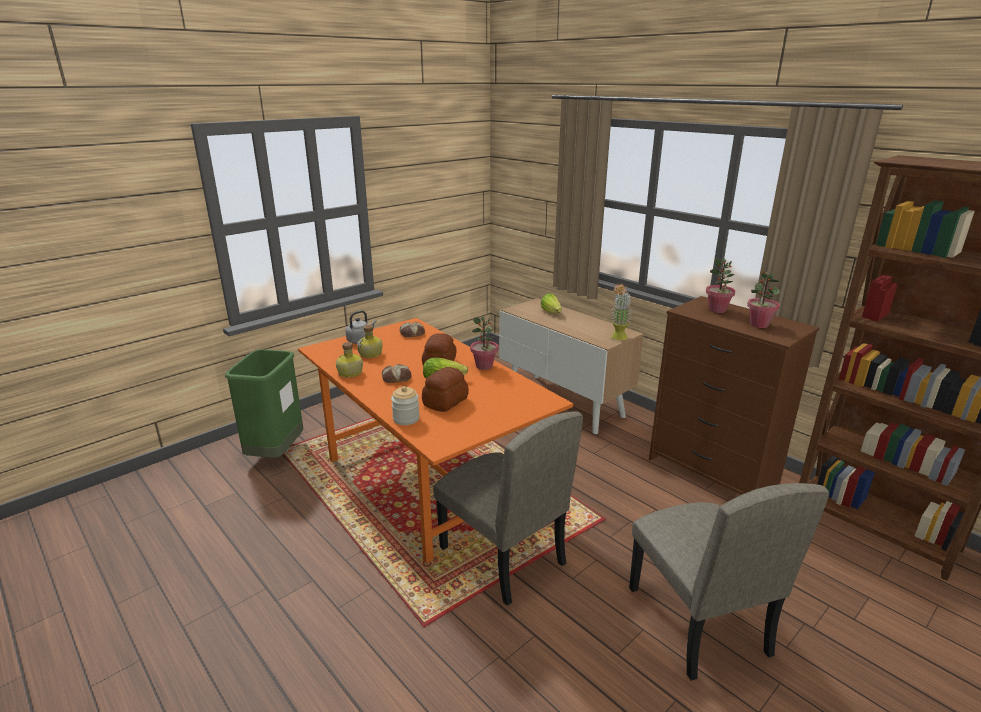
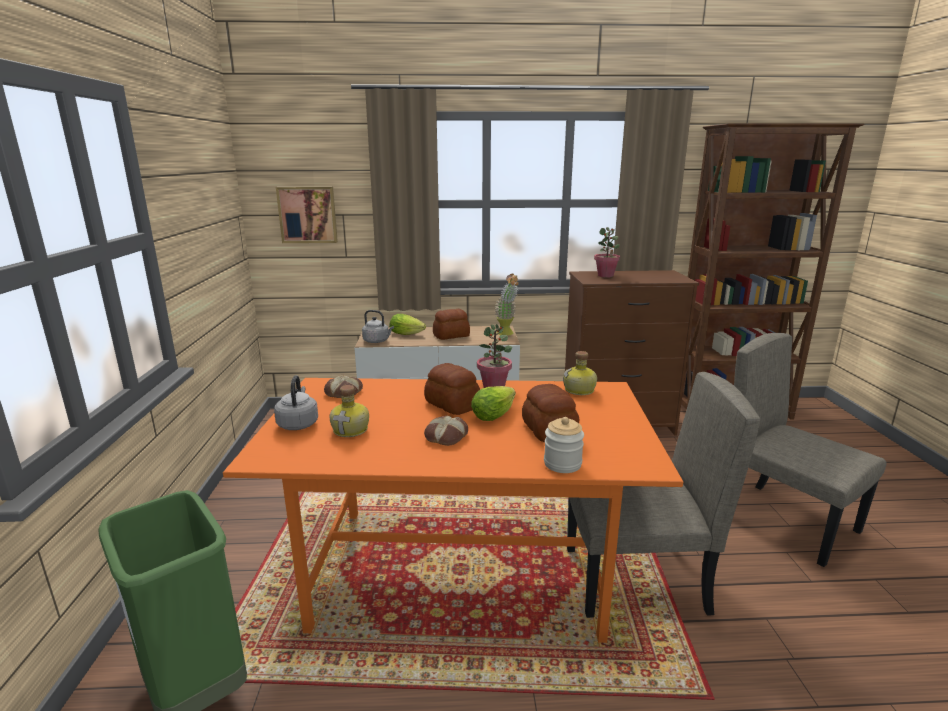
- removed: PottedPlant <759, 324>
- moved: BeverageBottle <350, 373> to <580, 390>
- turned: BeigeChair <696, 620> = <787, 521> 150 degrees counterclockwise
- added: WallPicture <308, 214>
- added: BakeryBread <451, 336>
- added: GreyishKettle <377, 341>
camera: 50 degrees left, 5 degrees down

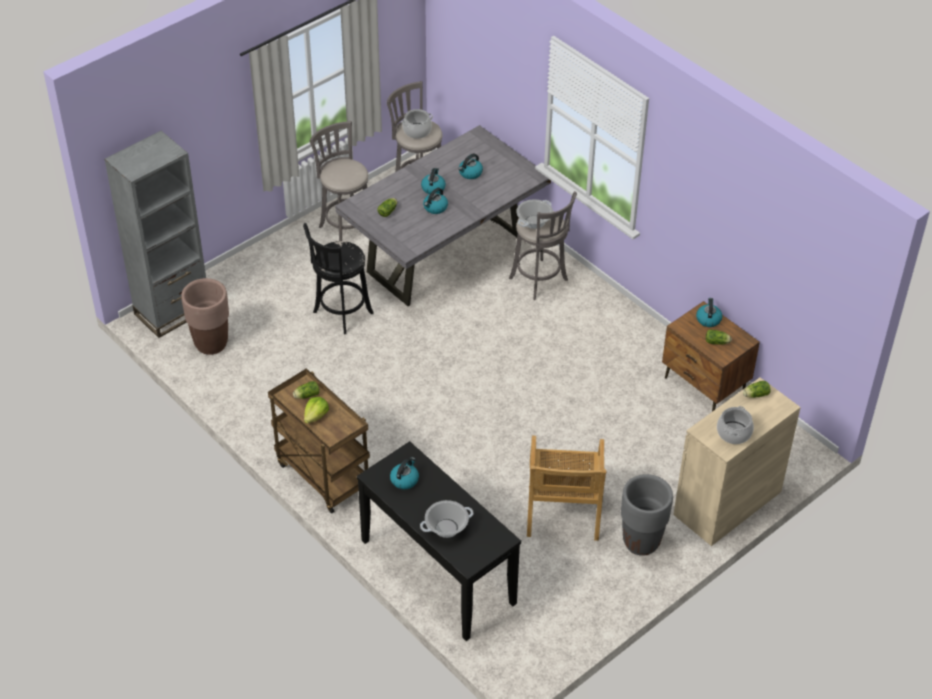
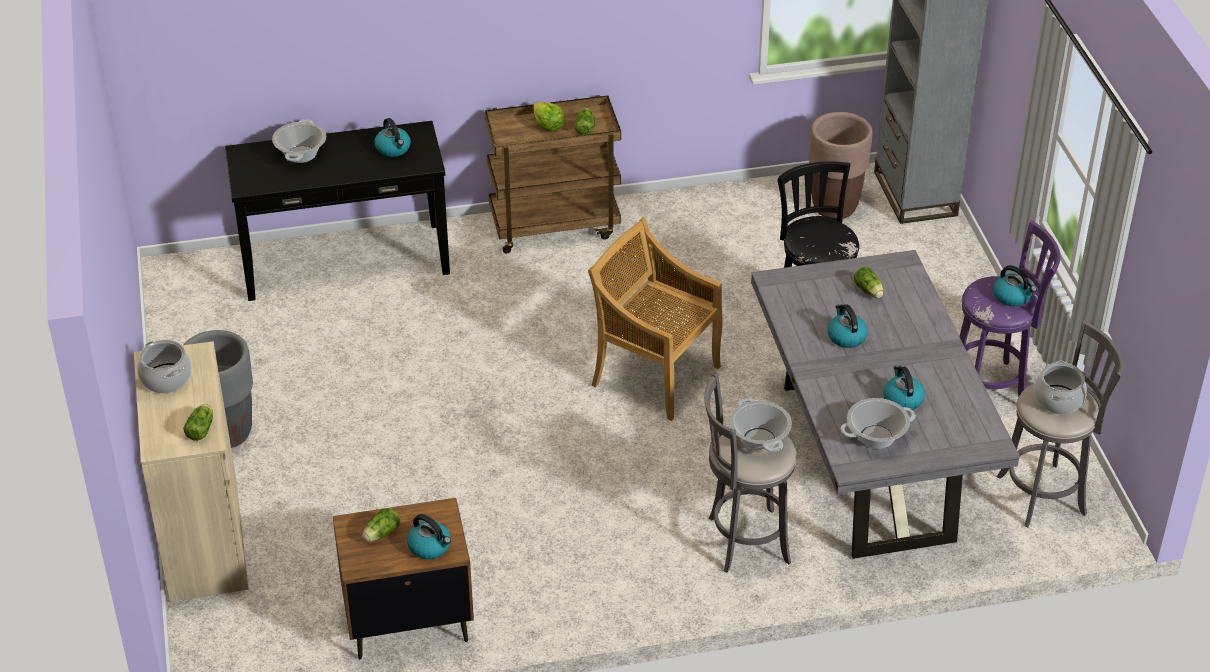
- recoloured: GreyishStoolSeat <345, 227> to PurpleColouredStoolSeat <992, 387>
- moved: Kettle <433, 188> to <1012, 297>
- moved: BeigeChair <563, 513> to <654, 375>
- added: Stockpot <876, 437>
camera: 120 degrees right, 5 degrees down

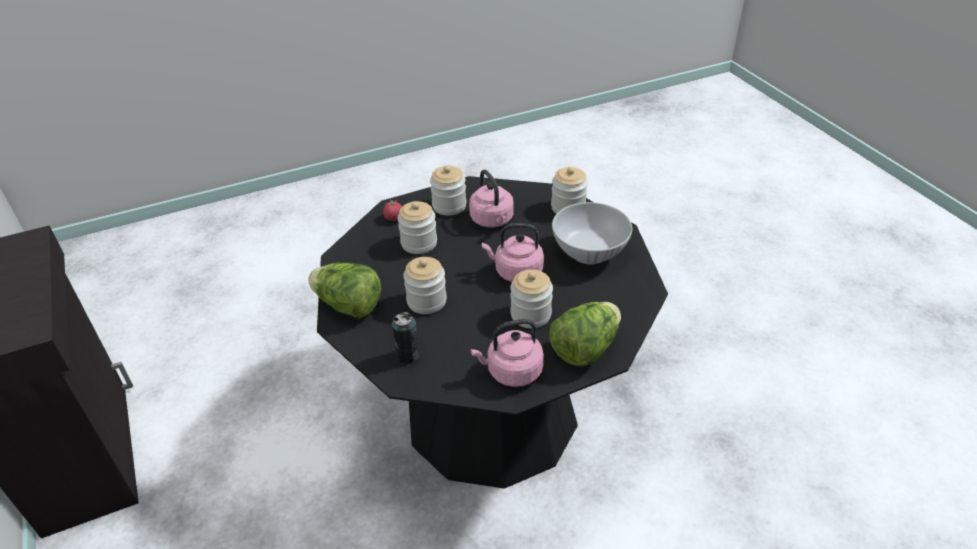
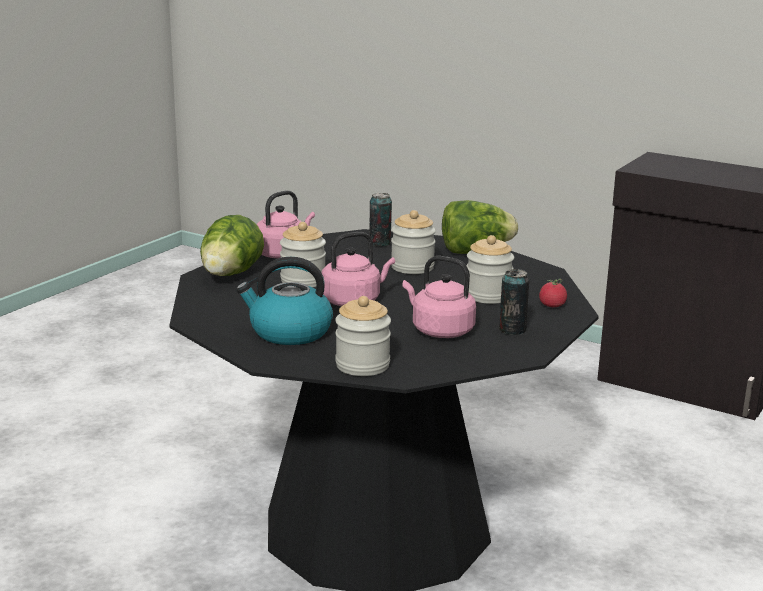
- replaced: PreserveJar <449, 206> to Can <512, 330>
- replaced: WhiteServingBowl <589, 252> to Kettle <289, 332>
camera: 145 degrees right, 20 degrees down

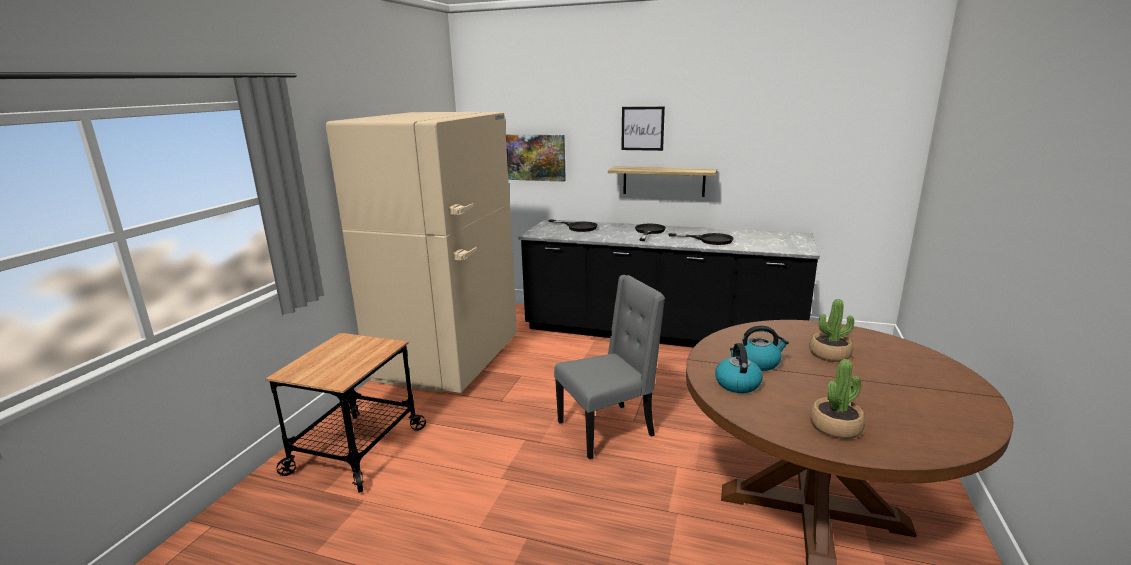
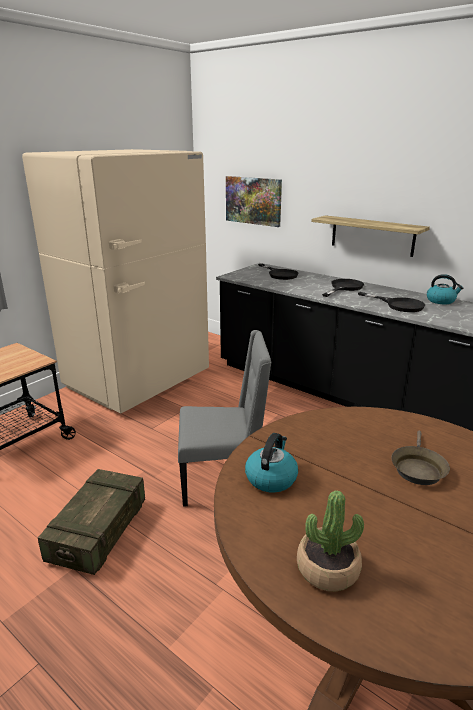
- removed: WallPicture <642, 128>
- replaced: PottedPlant <829, 354> to BrownishFryingPan <417, 468>
- moved: Kettle <759, 363> to <441, 301>
- added: PackingCrate <99, 532>
camera: 20 degrees right, 5 degrees up

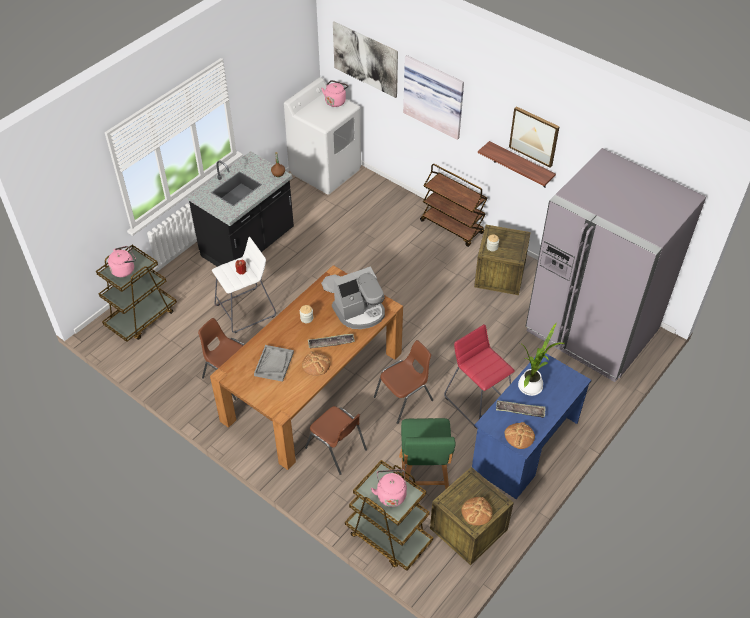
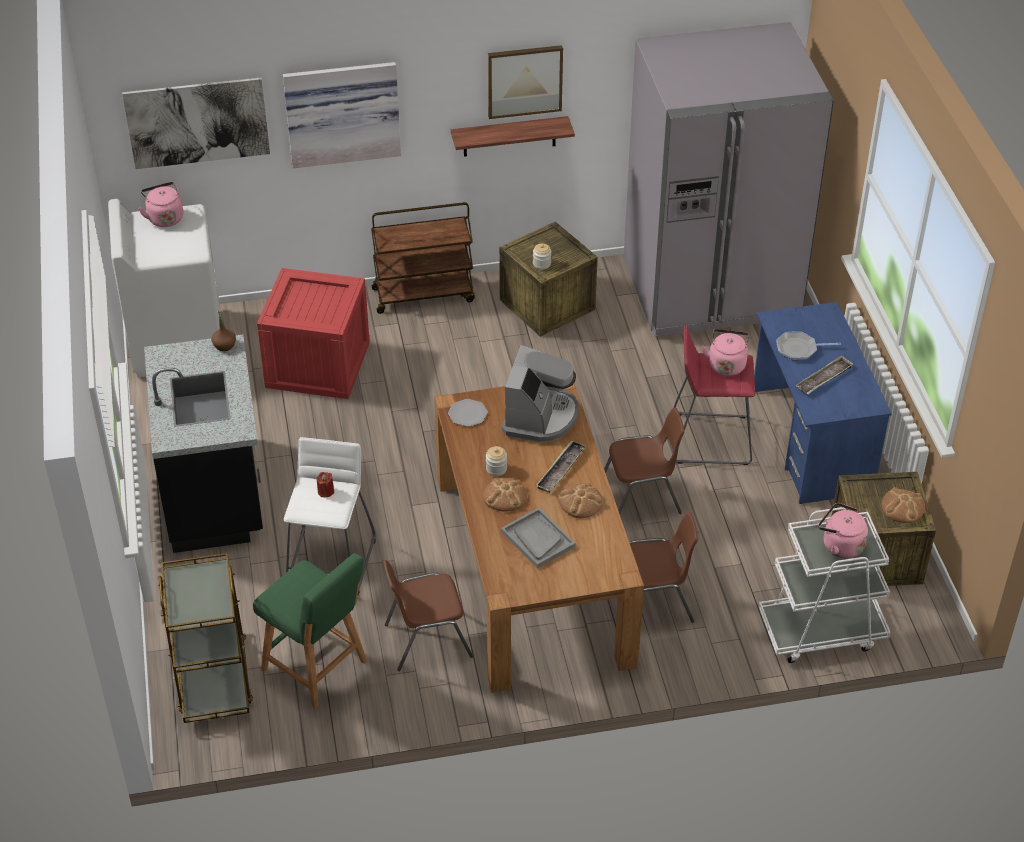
- moved: PinkColouredKettle <124, 269> to <726, 364>
- replaced: PottedPlant <531, 385> to FryingPan <799, 349>
- turned: BrownishChair <404, 399> = <641, 498> 75 degrees clockwise
- moved: GreenishStoolSeat <424, 478> to <318, 668>
- moved: BakeryBread <519, 436> to <504, 496>
- recoloured: BrownishCart <388, 536> to WhiteCart <821, 630>
- added: PackingCrate <317, 364>
camera: 50 degrees left, 5 degrees down

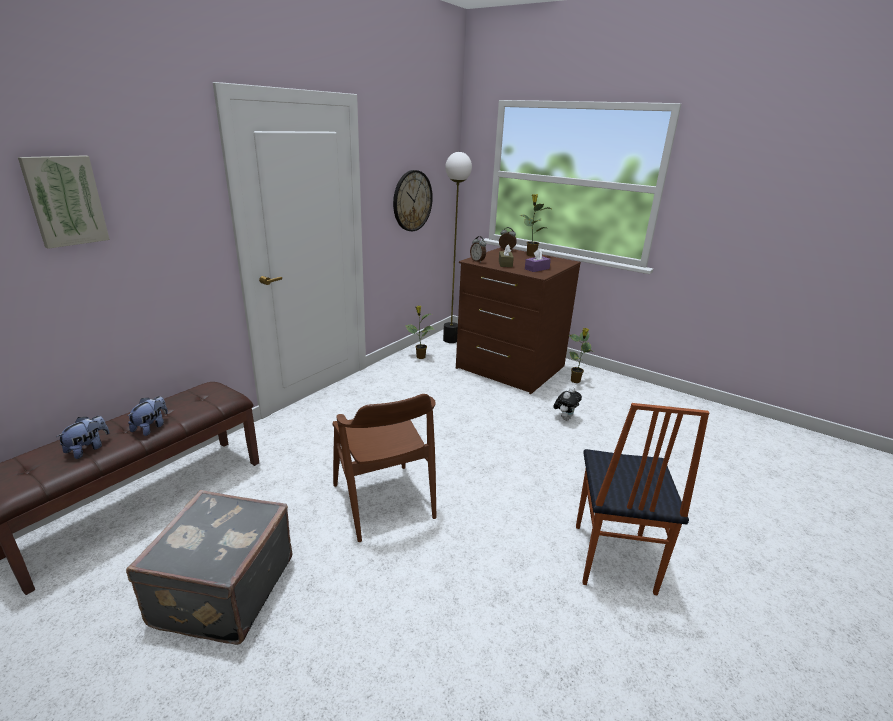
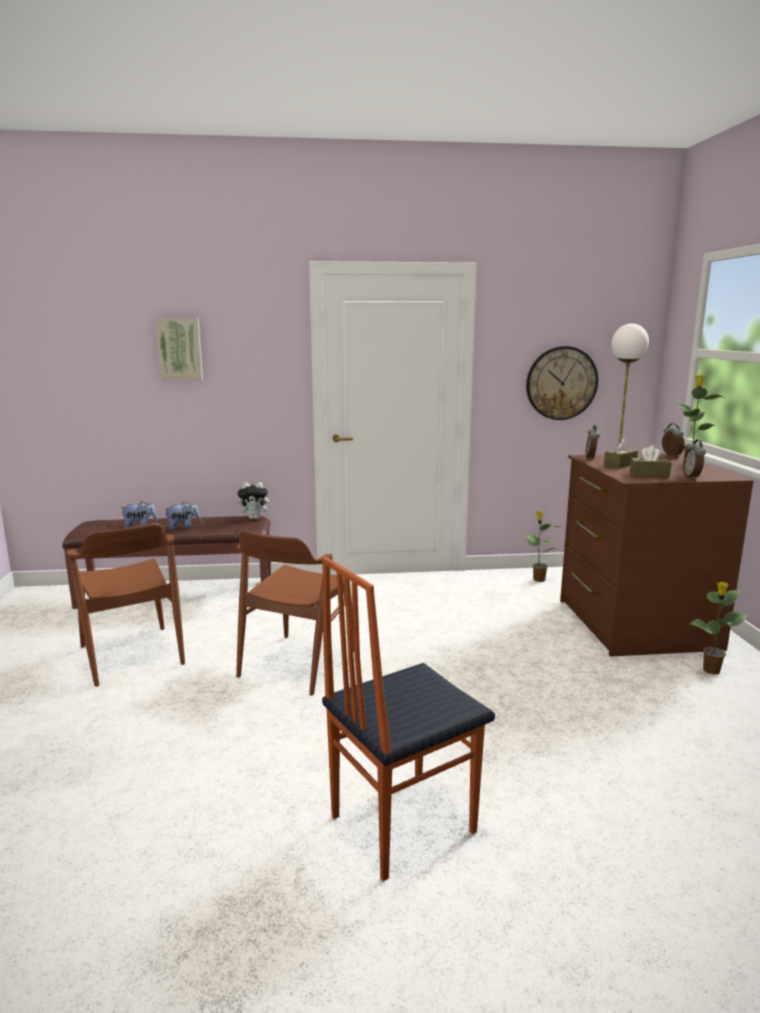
- recoloured: PurpleColouredTissueBox <537, 269> to BrownishTissueBox <649, 475>
- moved: CuddlyToy <565, 418> to <255, 518>
- replaced: GreyishTravelCase <222, 591> to BrownishChair <131, 655>
- added: BedsideClock <692, 477>
camera: 50 degrees right, 10 degrees down

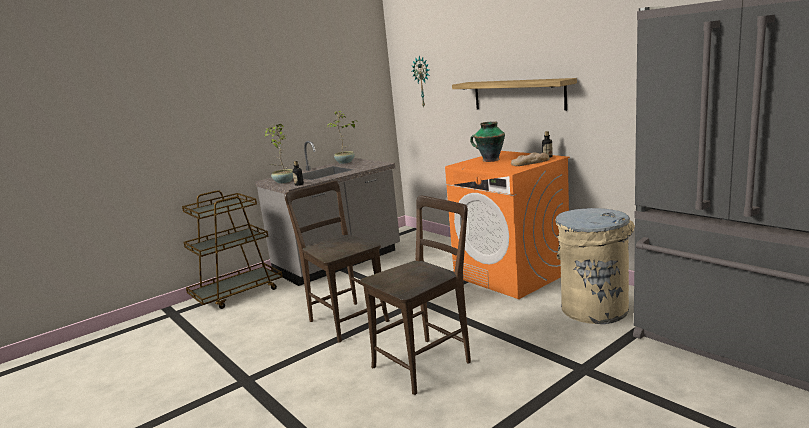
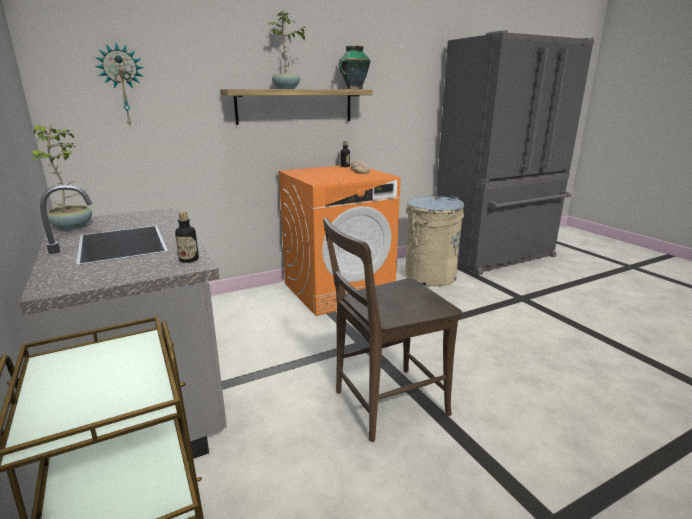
- moved: DecorativeVase <490, 160> to <353, 89>
- moved: PottedPlant <283, 182> to <286, 89>
- removed: BrownishChair <426, 362>
camera: 80 degrees left, 5 degrees up

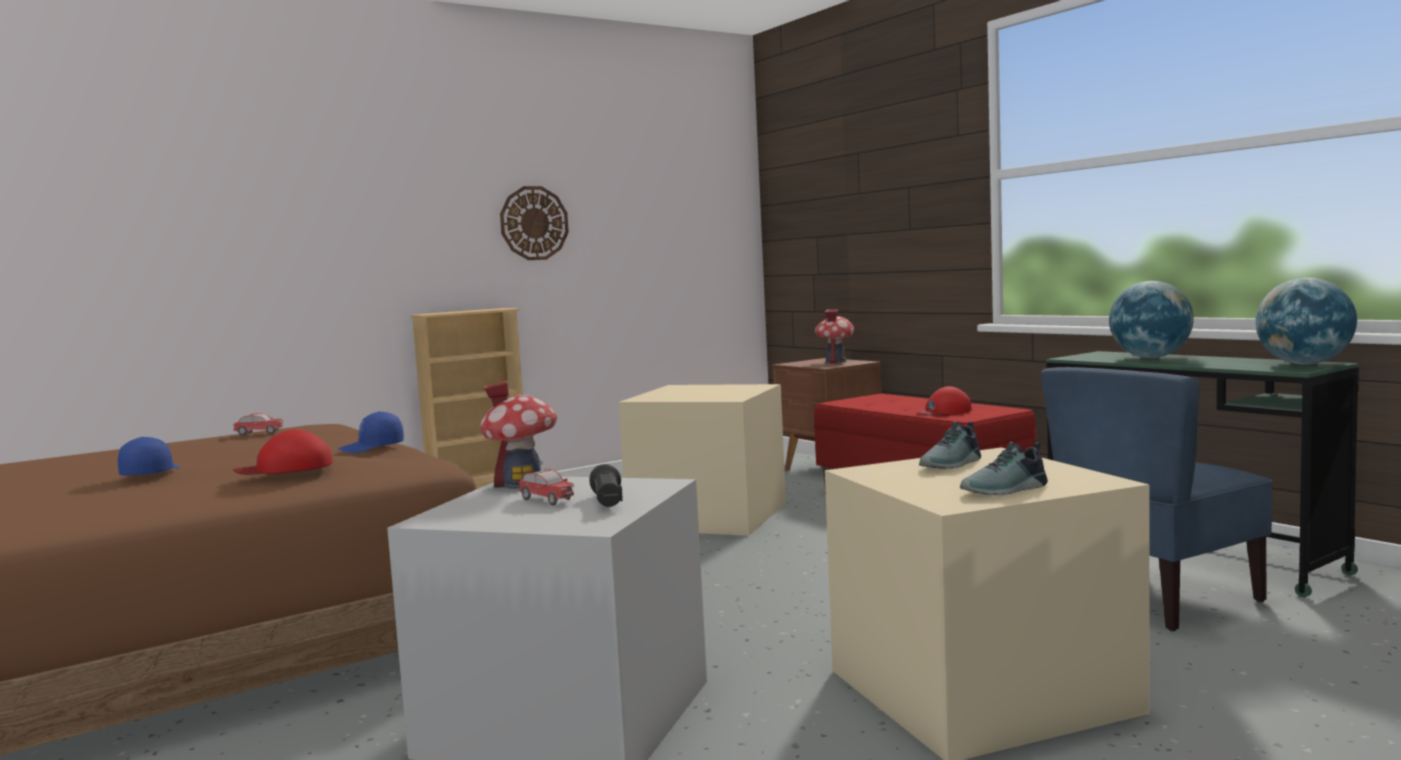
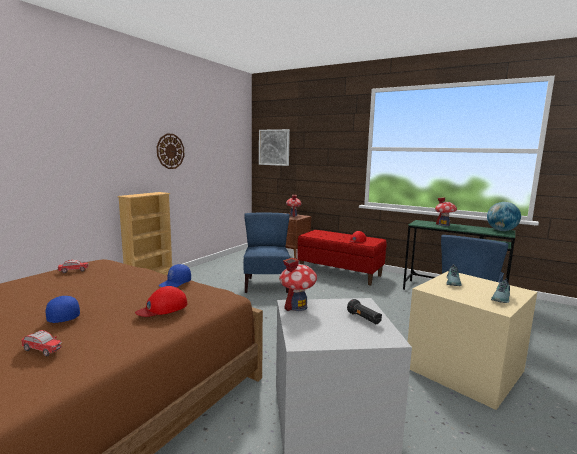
- replaced: DeskGlobe <1150, 357> to MiniatureHouse <444, 225>
- replaced: BeigeStorageContainer <711, 515> to BlueChair <266, 285>
- moved: MiniatureCar <547, 500> to <42, 350>
- added: WallPicture <274, 147>
camera: 25 degrees left, 5 degrees up

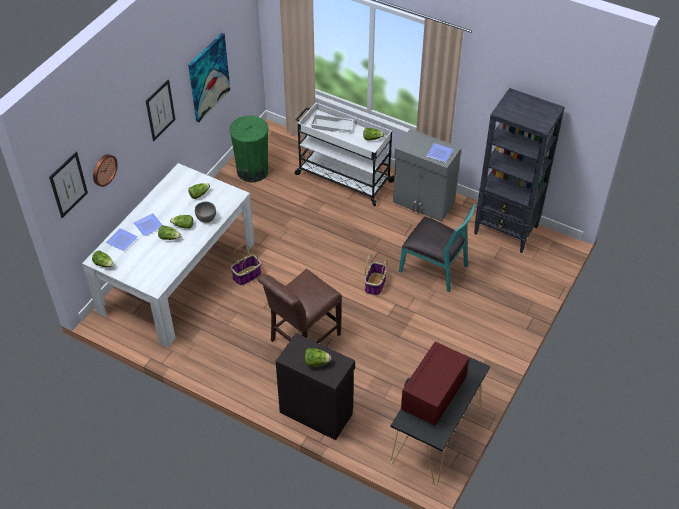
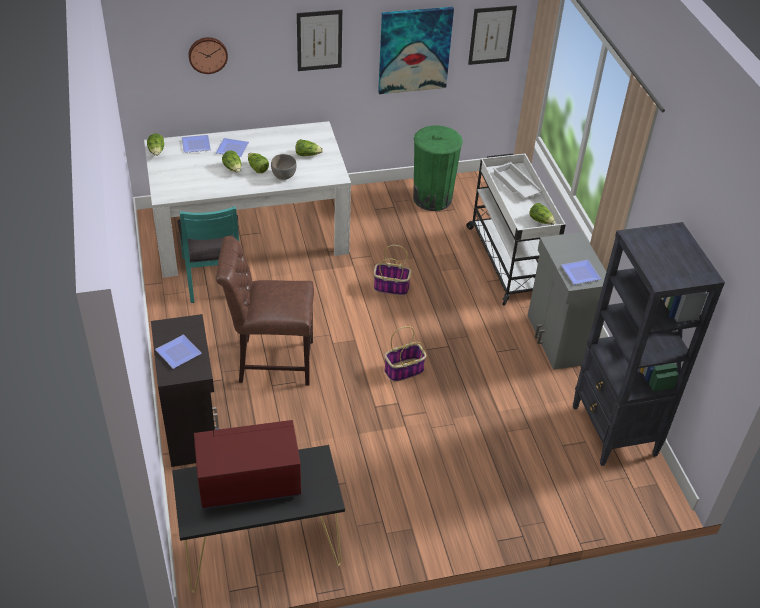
- moved: WallPicture <68, 184> to <491, 35>
- moved: TurquoiseChair <434, 267> to <214, 276>
- moved: StorageBasket <246, 276> to <390, 287>
- replaced: Lettuce <316, 362> to FlatDish <179, 351>
camera: 45 degrees right, 5 degrees down

